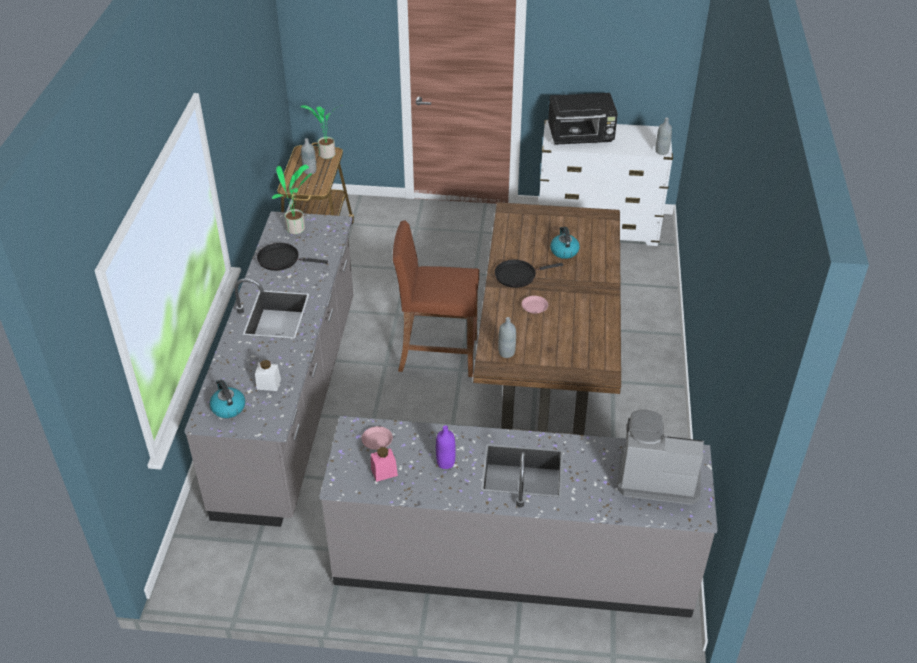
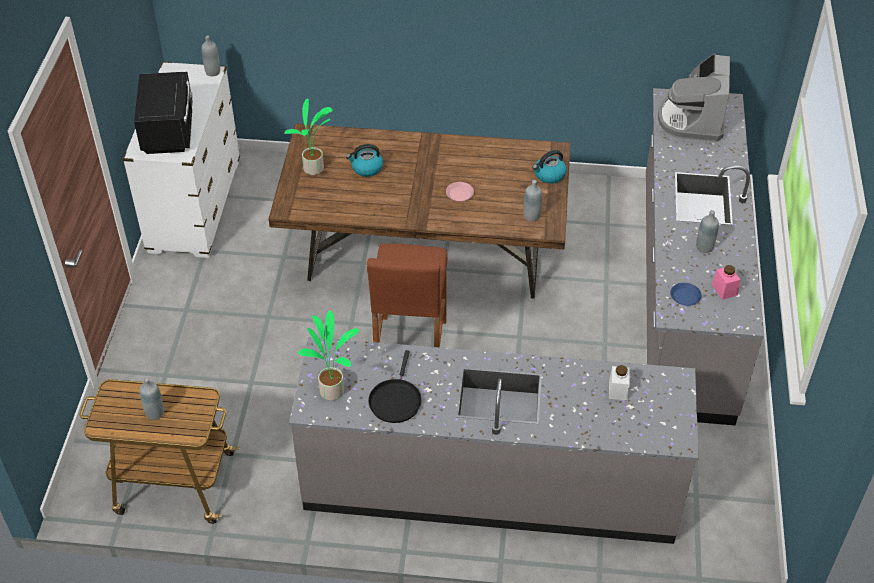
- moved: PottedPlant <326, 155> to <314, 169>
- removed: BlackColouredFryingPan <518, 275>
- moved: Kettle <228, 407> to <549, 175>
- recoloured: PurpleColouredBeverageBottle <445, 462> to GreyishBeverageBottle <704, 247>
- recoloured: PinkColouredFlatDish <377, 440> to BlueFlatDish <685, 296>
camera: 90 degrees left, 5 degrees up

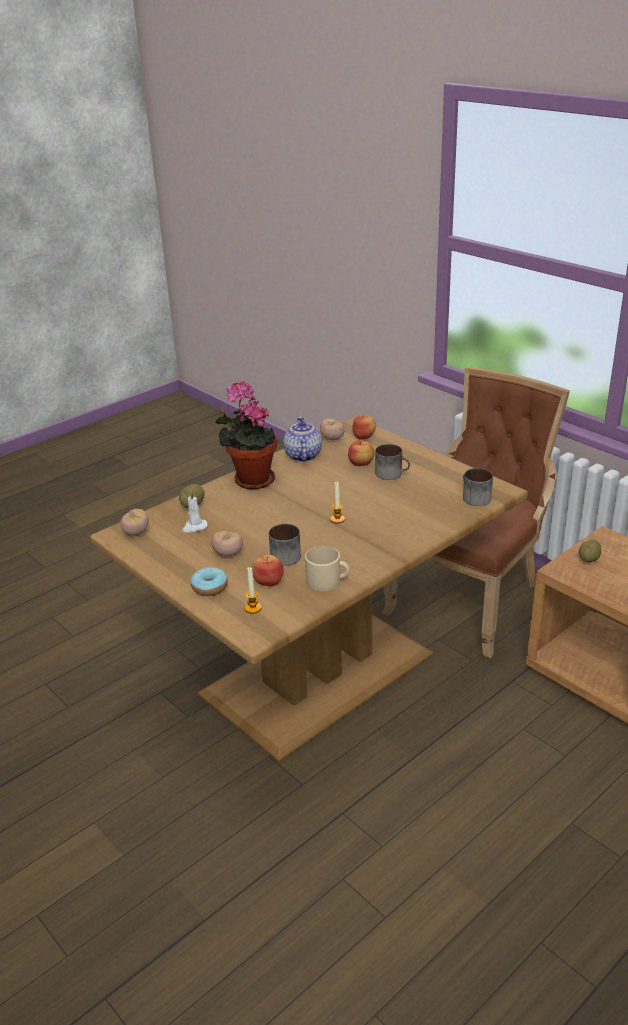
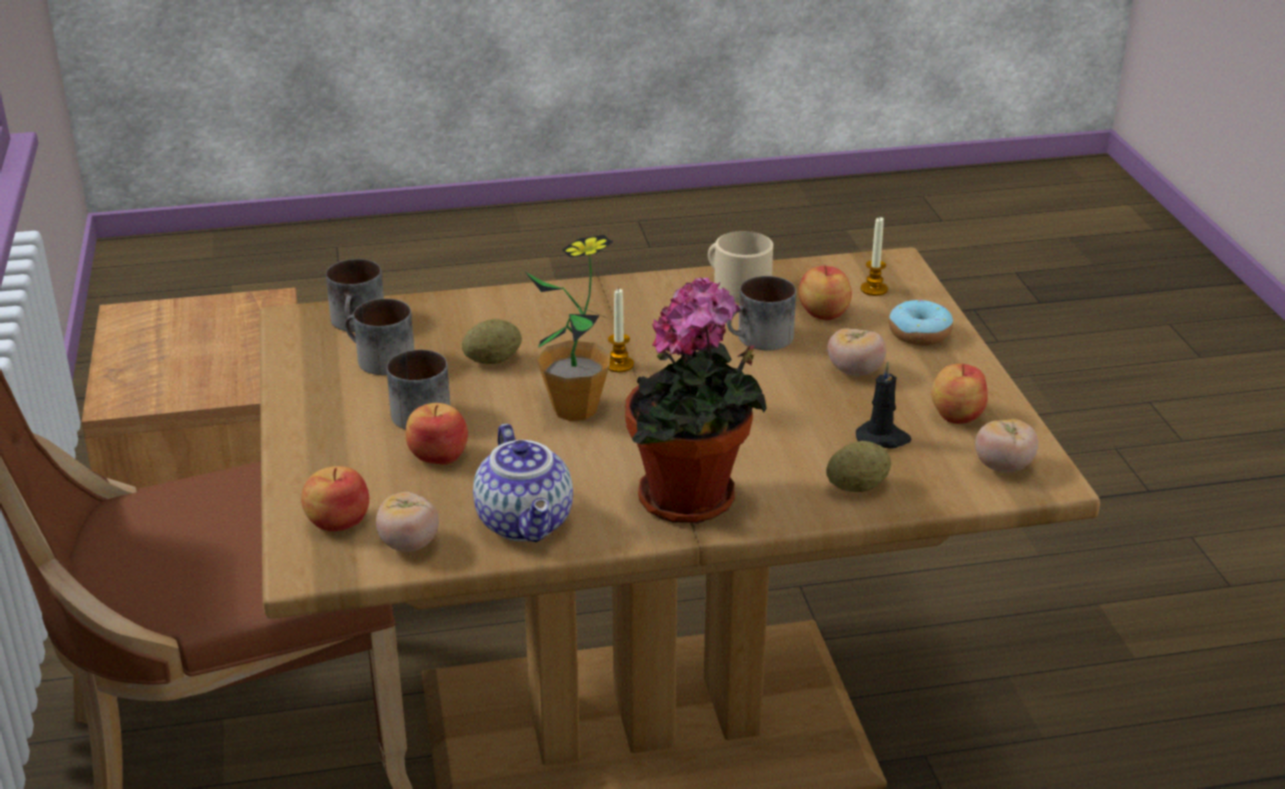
- turned: PotForTea <302, 455> = <527, 523> 45 degrees counterclockwise
- recoloured: WhiteCandle <194, 527> to BlackColouredCandle <883, 438>
- moved: Spud <588, 559> to <492, 360>
- added: PottedPlant <575, 409>
- added: TeaMug <378, 360>
- added: AppleFruit <956, 415>
camera: 150 degrees left, 0 degrees up

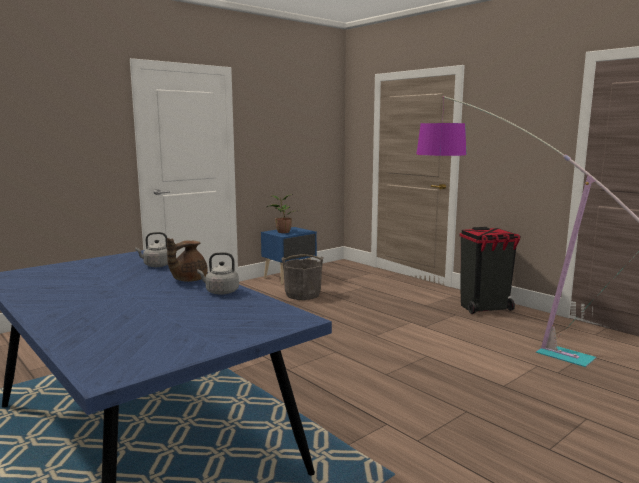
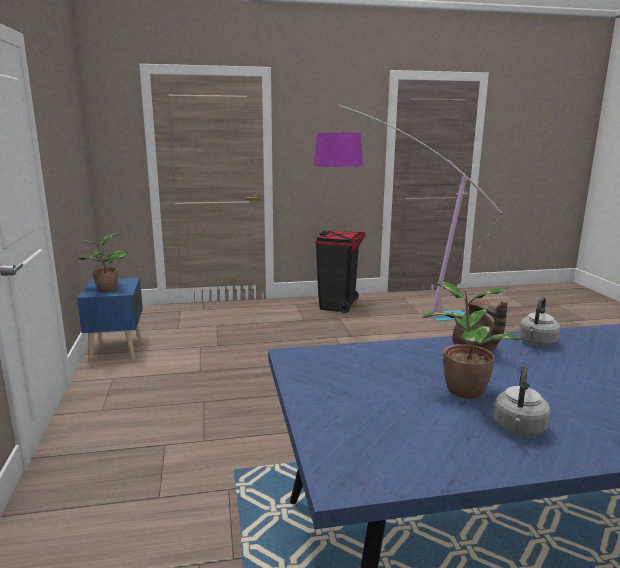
- moved: GreyishKettle <156, 265> to <518, 429>
- removed: GreyishPail <303, 295>
- added: PottedPlant <462, 389>
camera: 60 degrees left, 5 degrees up

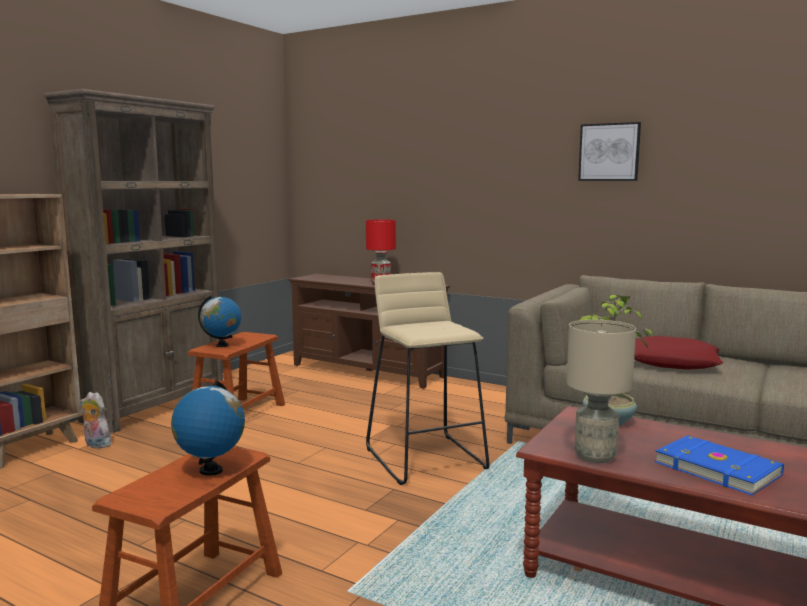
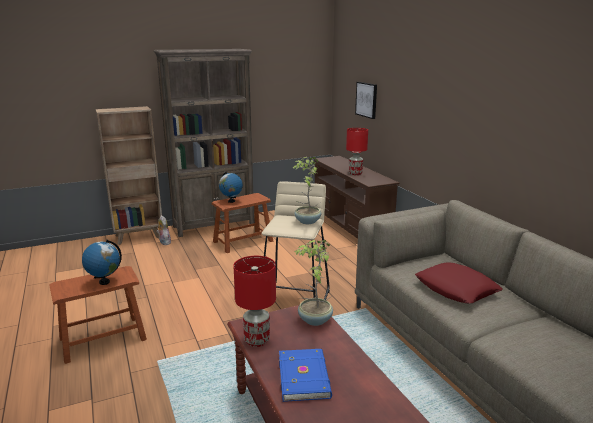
- moved: WallPicture <609, 152> to <367, 100>
- recoloured: BeigeLampForATable <595, 457> to RedLampForATable <256, 341>
- added: PottedPlant <307, 221>
camera: 35 degrees right, 10 degrees up

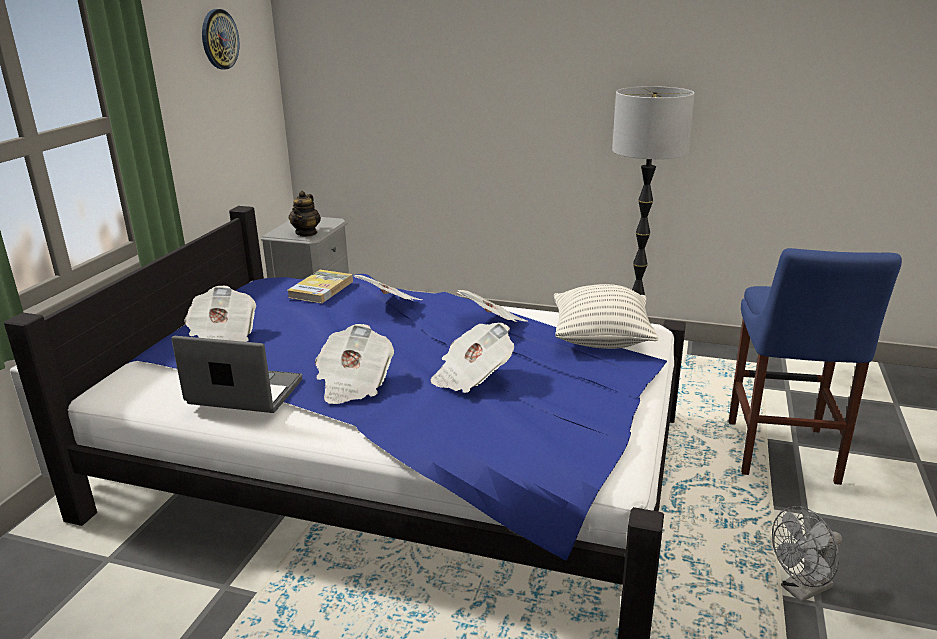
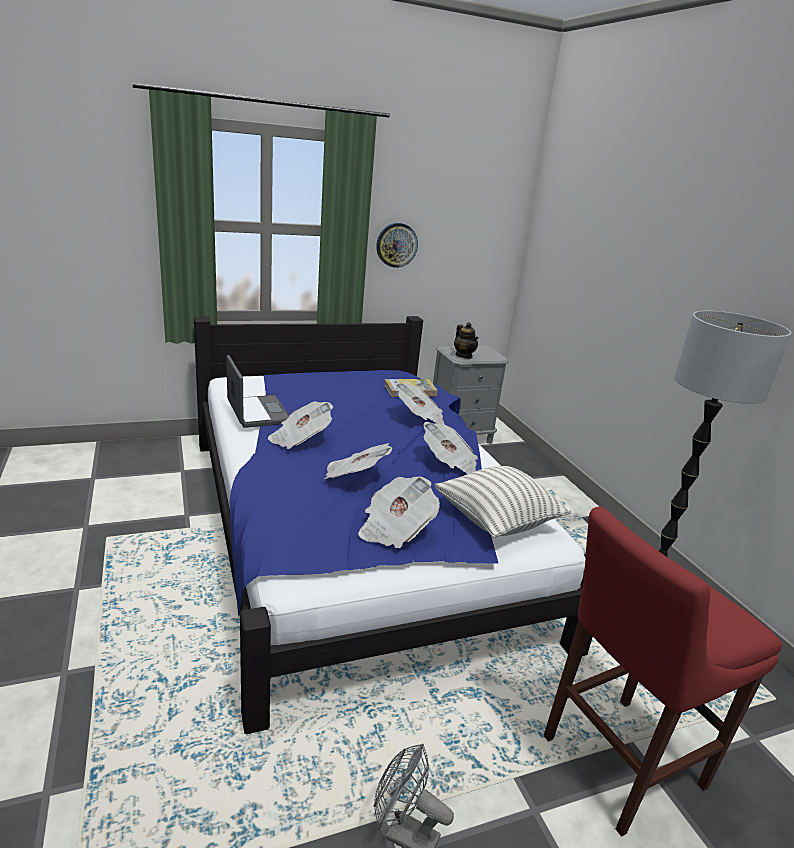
- moved: ClockOnTheWall <219, 39> to <396, 245>
- turned: PotForTea <306, 233> = <464, 356> 90 degrees counterclockwise
- recoloured: BlueStoolSeat <781, 455> to RedStoolSeat <616, 763>
- moved: DailyPaper <223, 337> to <395, 529>
camera: 50 degrees right, 0 degrees up

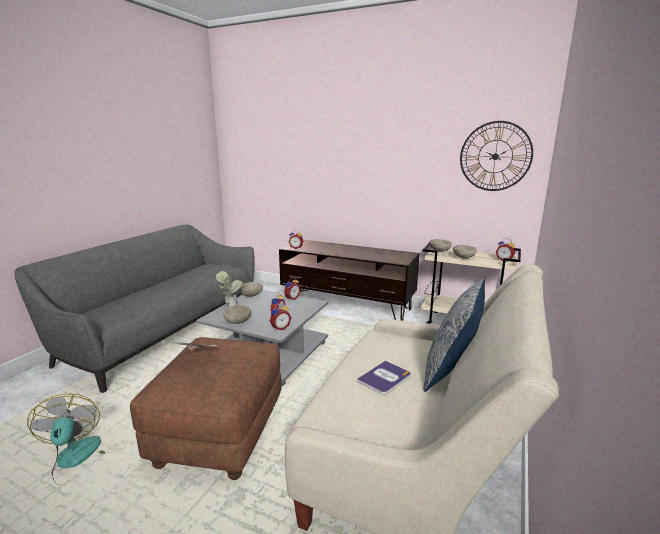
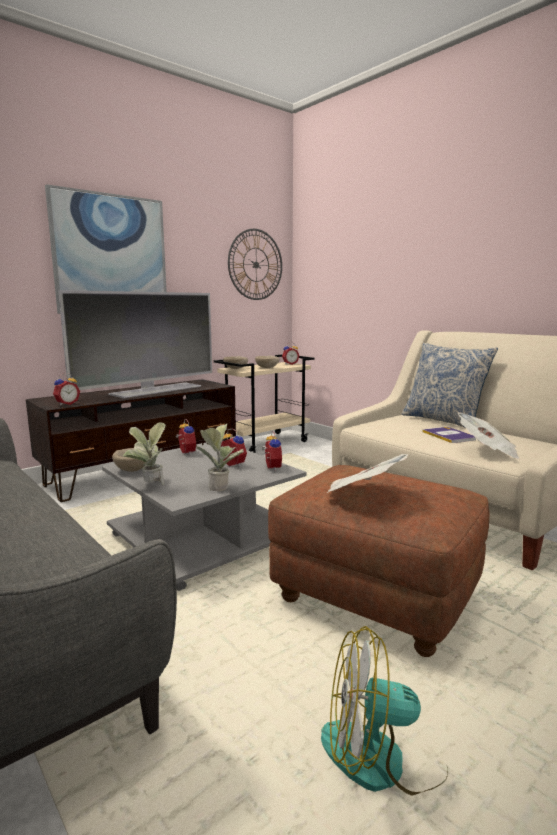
- replaced: BeigeServingBowl <237, 322> to PottedPlant <220, 486>
- added: WallPicture <111, 255>
- added: Television <155, 390>
- added: DailyPaper <487, 451>
camera: 65 degrees left, 5 degrees down

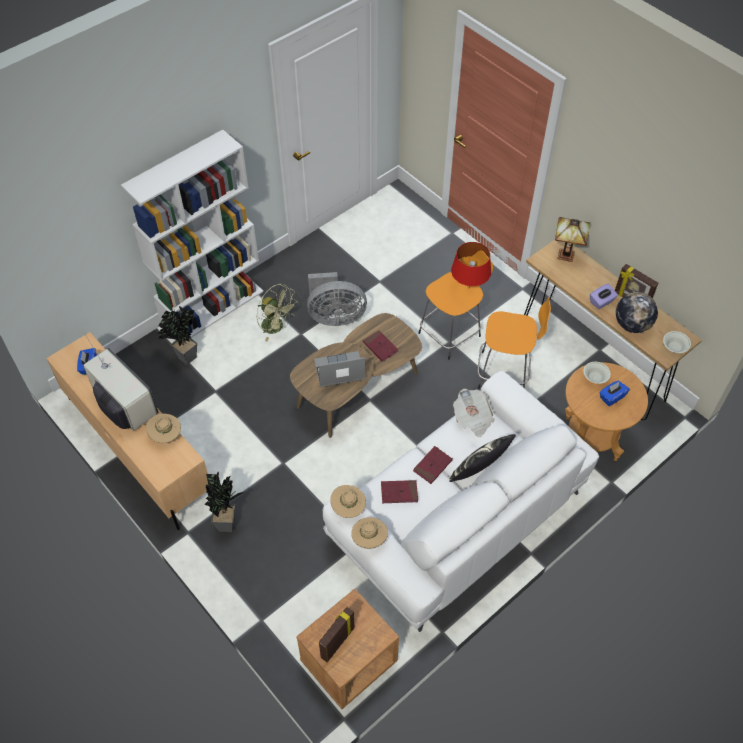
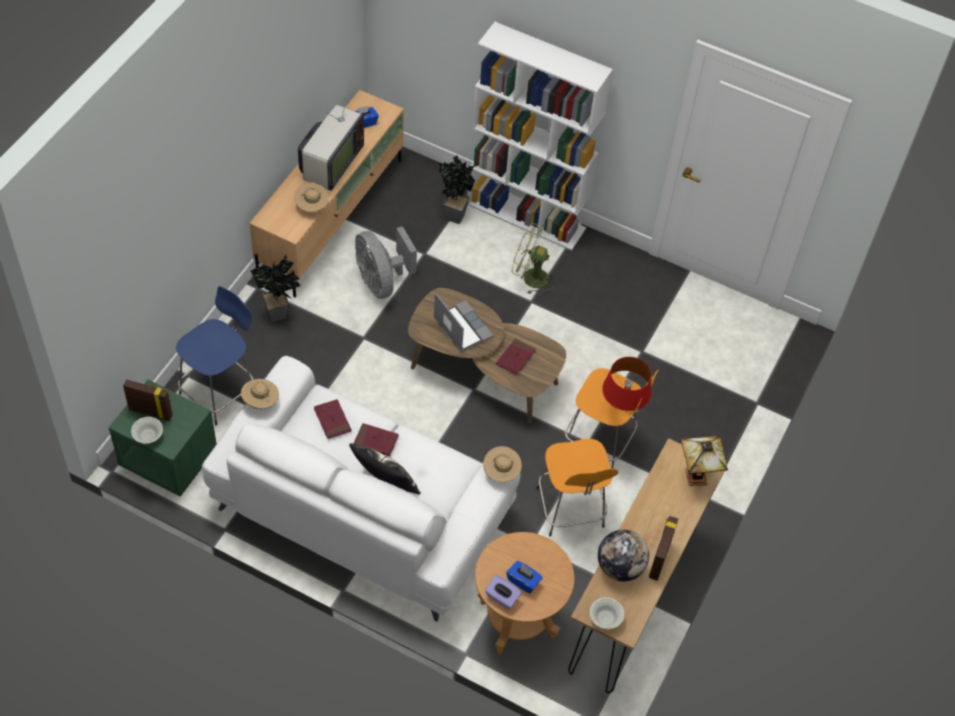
- moved: GreyishFan <335, 316> to <381, 281>
- turned: GreenishFan <277, 327> = <529, 278> 90 degrees clockwise
- moved: PurpleColouredTissueBox <601, 302> to <502, 597>
- moved: WhiteServingBowl <594, 378> to <148, 436>
- removed: DailyPaper <473, 419>
- moved: BeigeClothingHat <348, 507> to <501, 472>
- recoloured: BrownishNightstand <348, 662> to GreenishNightstand <168, 459>
- added: BlueStoolSeat <220, 391>
camera: 65 degrees right, 0 degrees up

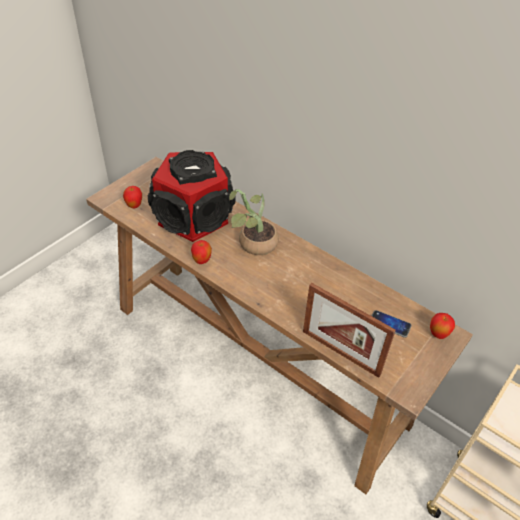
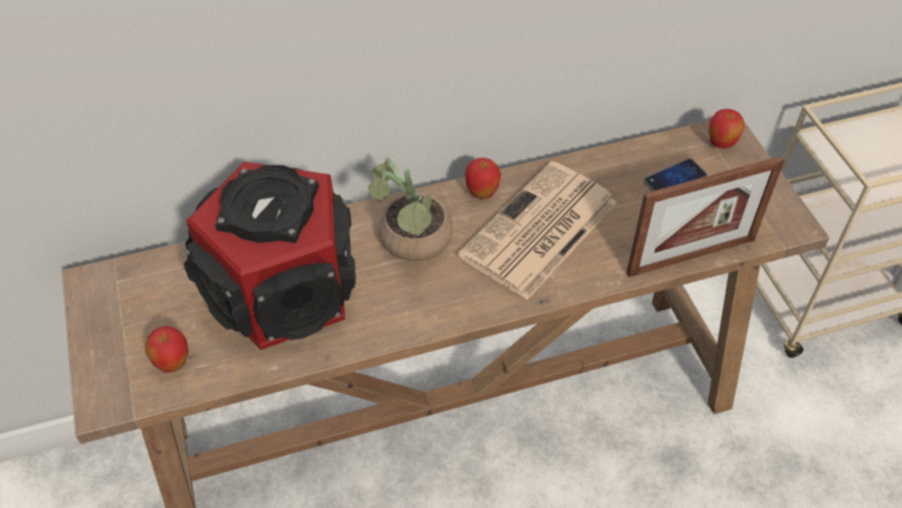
- moved: AppleFruit <201, 261> to <482, 193>
- added: DailyPaper <539, 231>
camera: 55 degrees left, 5 degrees up

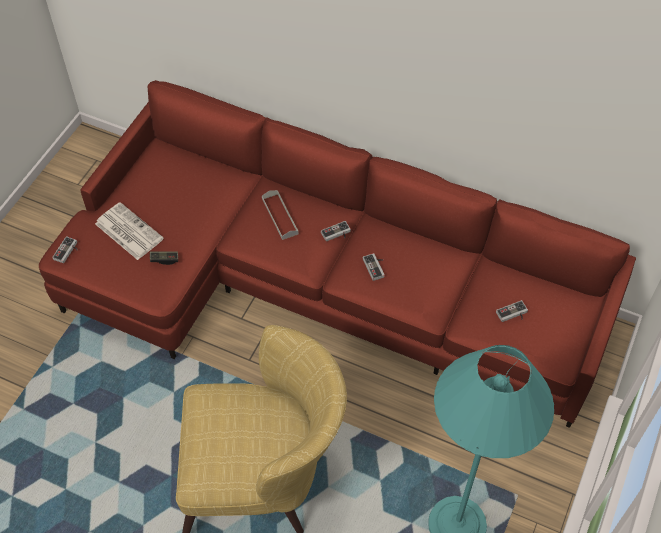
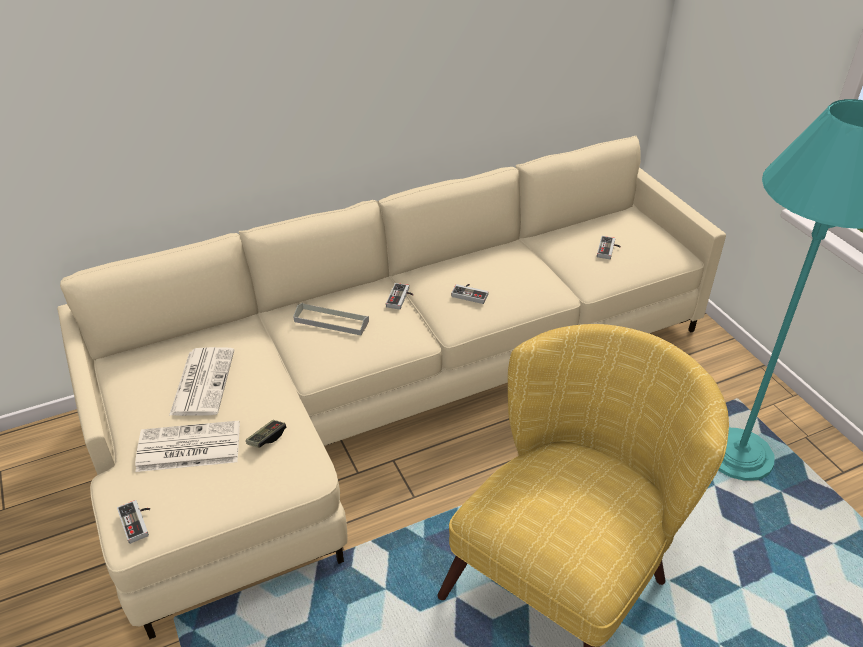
- recoloured: RedSofa <318, 287> to BeigeSofa <389, 394>
- added: DailyPaper <202, 381>
camera: 50 degrees left, 15 degrees down

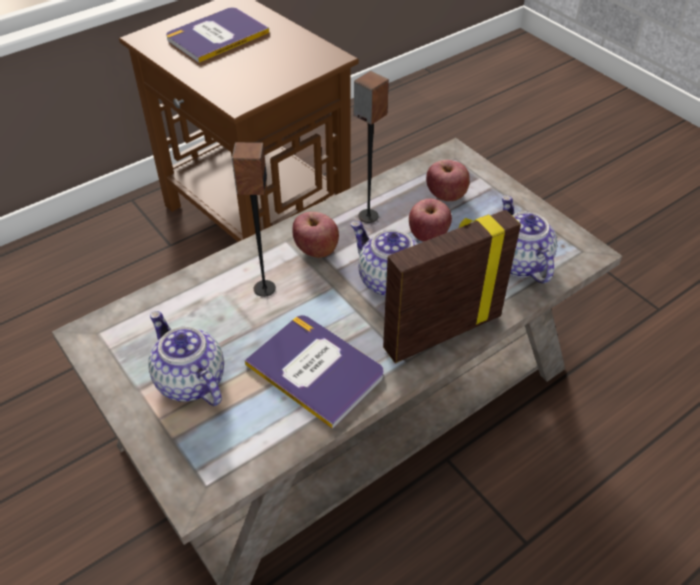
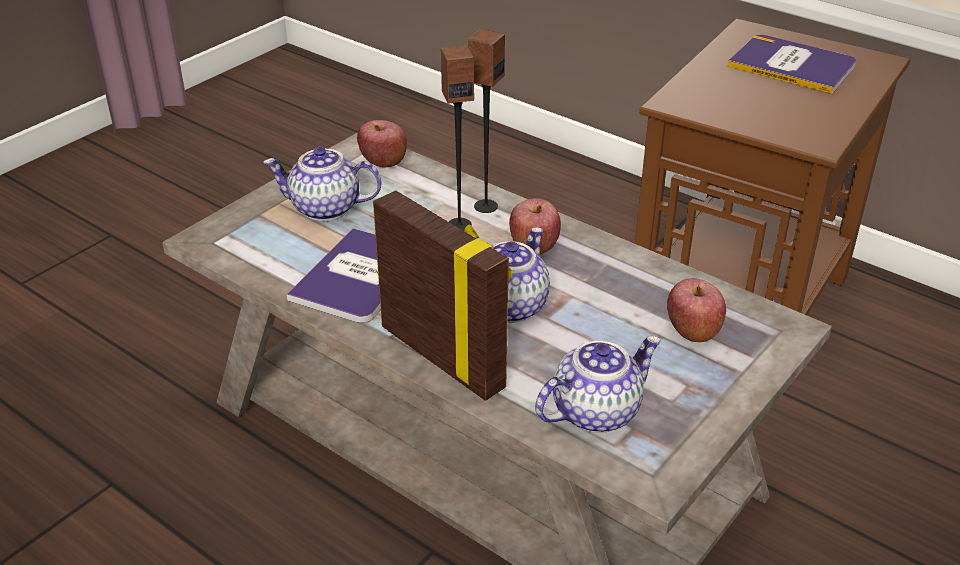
- moved: AudioSpeaker <368, 216> to <485, 206>
- moved: AppleFruit <428, 236> to <383, 162>
- turned: PotForTea <189, 381> = <325, 208> 120 degrees counterclockwise
camera: 75 degrees right, 10 degrees down

